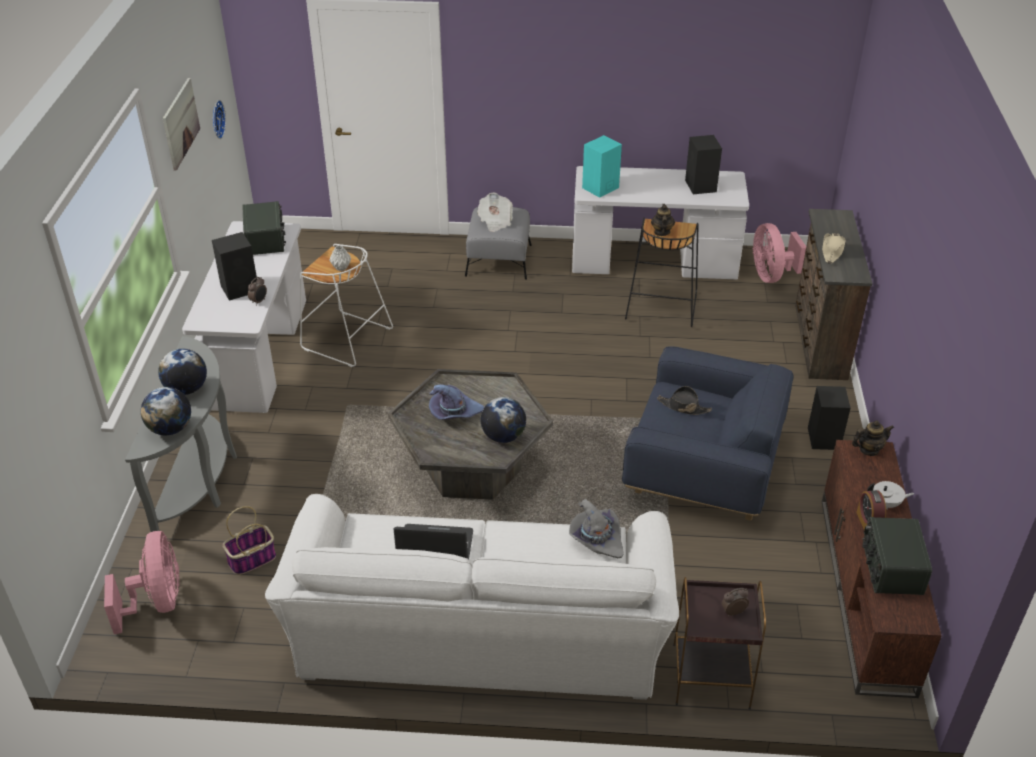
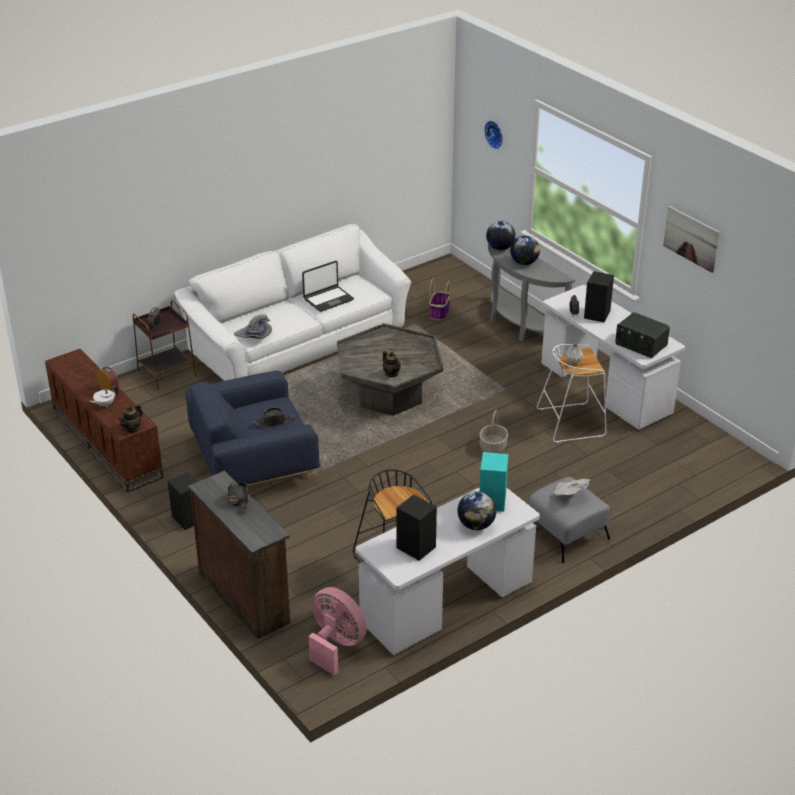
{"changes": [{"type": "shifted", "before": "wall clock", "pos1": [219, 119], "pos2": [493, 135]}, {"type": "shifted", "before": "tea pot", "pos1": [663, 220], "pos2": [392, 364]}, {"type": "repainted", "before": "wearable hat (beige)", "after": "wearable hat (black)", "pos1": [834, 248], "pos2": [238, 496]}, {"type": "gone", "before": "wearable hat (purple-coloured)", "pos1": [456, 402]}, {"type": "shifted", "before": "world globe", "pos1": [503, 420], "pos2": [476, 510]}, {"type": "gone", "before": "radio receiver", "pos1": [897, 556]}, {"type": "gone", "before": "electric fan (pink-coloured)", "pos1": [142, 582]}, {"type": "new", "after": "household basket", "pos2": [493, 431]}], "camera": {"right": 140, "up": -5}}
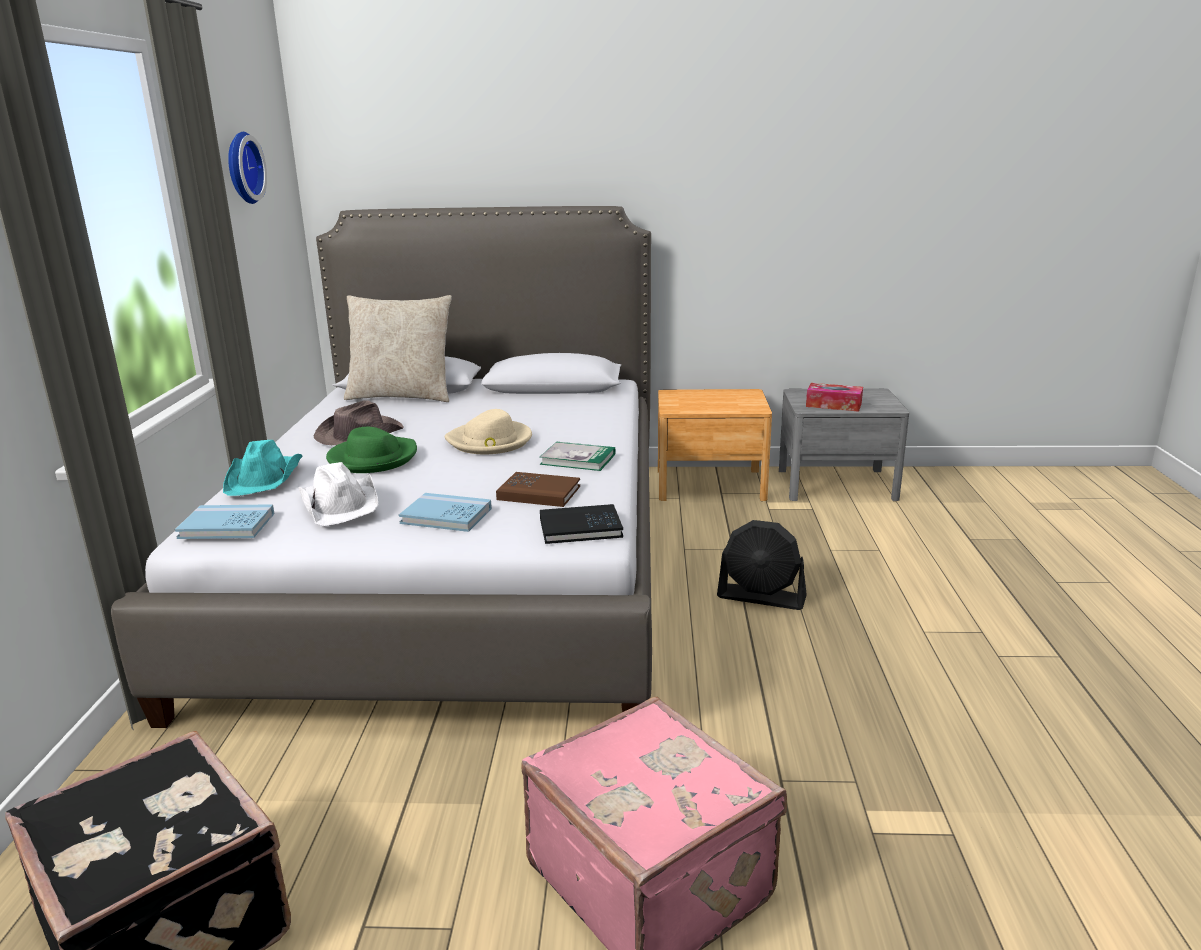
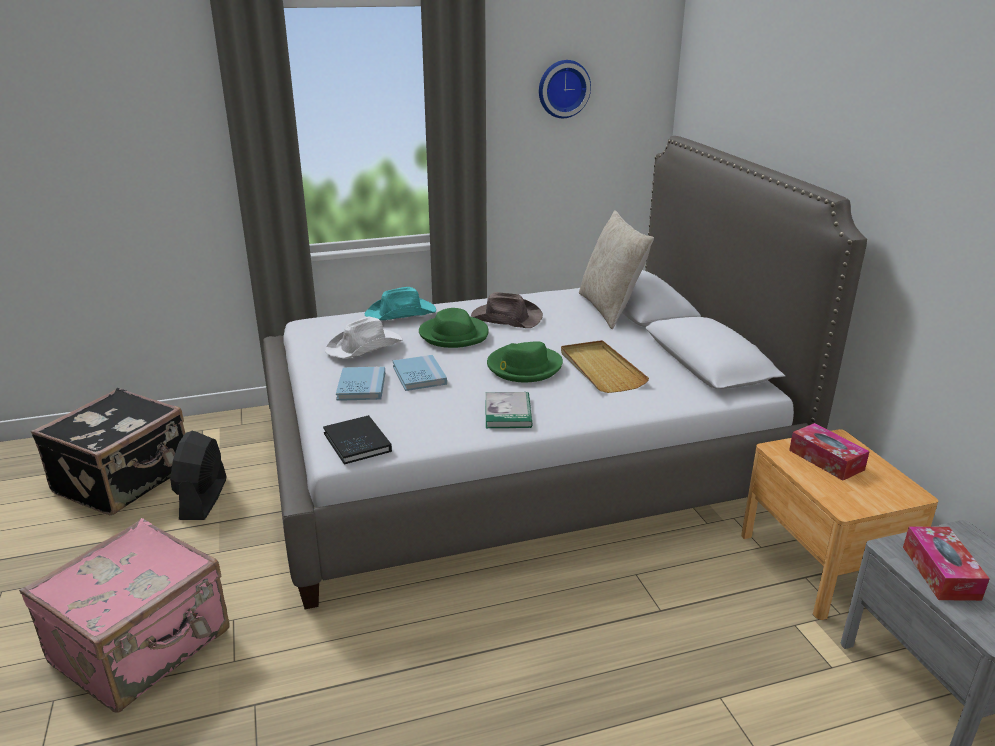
{"changes": [{"type": "repainted", "before": "wearable hat (beige)", "after": "wearable hat (greenish)", "pos1": [488, 431], "pos2": [525, 361]}, {"type": "gone", "before": "book (brownish)", "pos1": [538, 489]}, {"type": "shifted", "before": "book (bluish)", "pos1": [225, 521], "pos2": [420, 373]}, {"type": "shifted", "before": "electric fan (black)", "pos1": [762, 565], "pos2": [198, 475]}, {"type": "new", "after": "serving tray (beige)", "pos2": [605, 366]}, {"type": "new", "after": "tissue holder", "pos2": [829, 452]}], "camera": {"right": 70, "up": 5}}
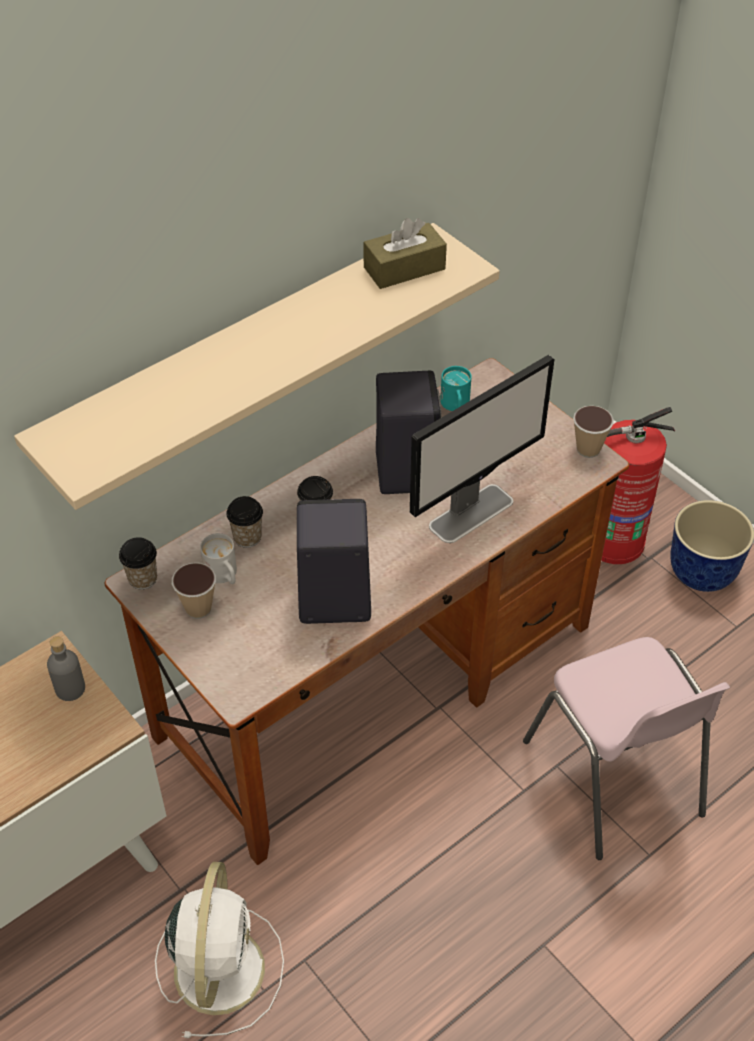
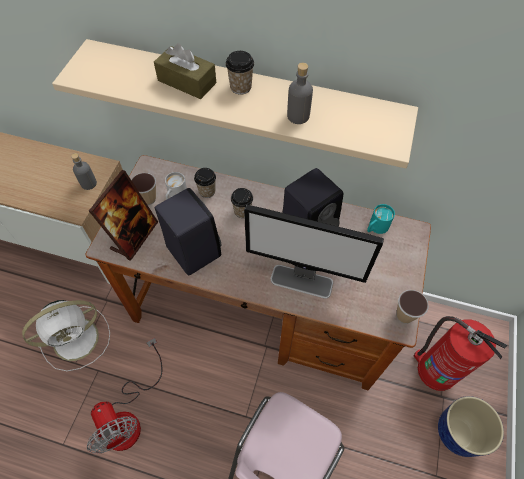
{"changes": [{"type": "shifted", "before": "tissue holder (brownish)", "pos1": [405, 253], "pos2": [185, 71]}, {"type": "shifted", "before": "small cup", "pos1": [138, 563], "pos2": [240, 73]}, {"type": "new", "after": "bottle (greyish)", "pos2": [300, 93]}, {"type": "new", "after": "photo frame", "pos2": [123, 215]}, {"type": "new", "after": "electric fan", "pos2": [125, 396]}], "camera": {"right": 55, "up": 10}}
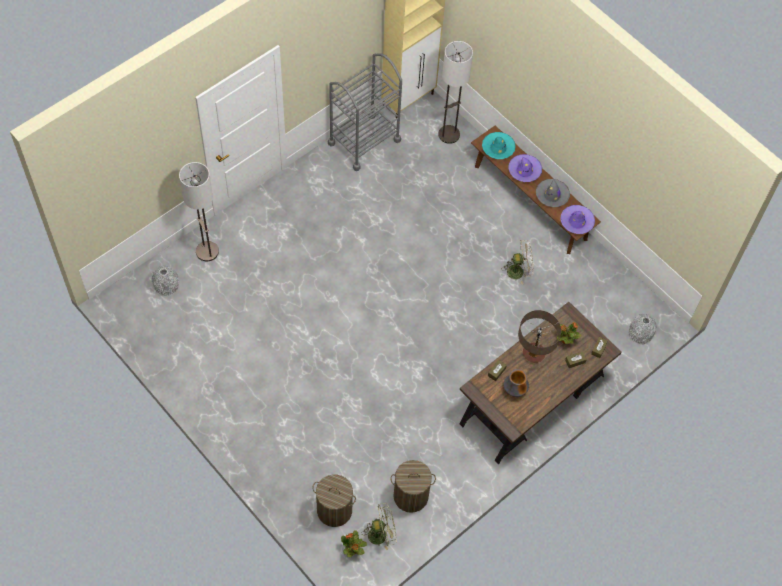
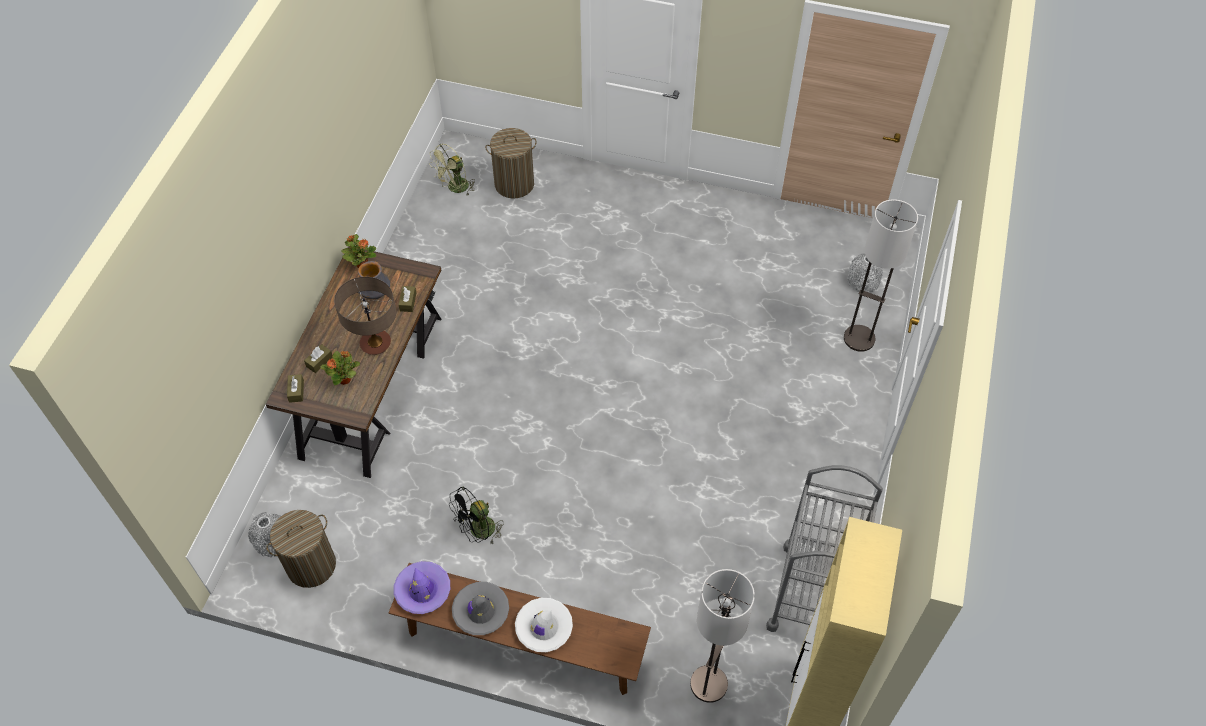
{"changes": [{"type": "gone", "before": "wearable hat (blue-green)", "pos1": [499, 145]}, {"type": "repainted", "before": "wearable hat (purple-coloured)", "after": "wearable hat (white)", "pos1": [525, 168], "pos2": [544, 625]}, {"type": "repainted", "before": "electric fan (beige)", "after": "electric fan (black)", "pos1": [519, 262], "pos2": [476, 516]}, {"type": "shifted", "before": "washing basket", "pos1": [413, 486], "pos2": [301, 549]}, {"type": "shifted", "before": "potted plant", "pos1": [354, 543], "pos2": [358, 251]}], "camera": {"right": 150, "up": -5}}
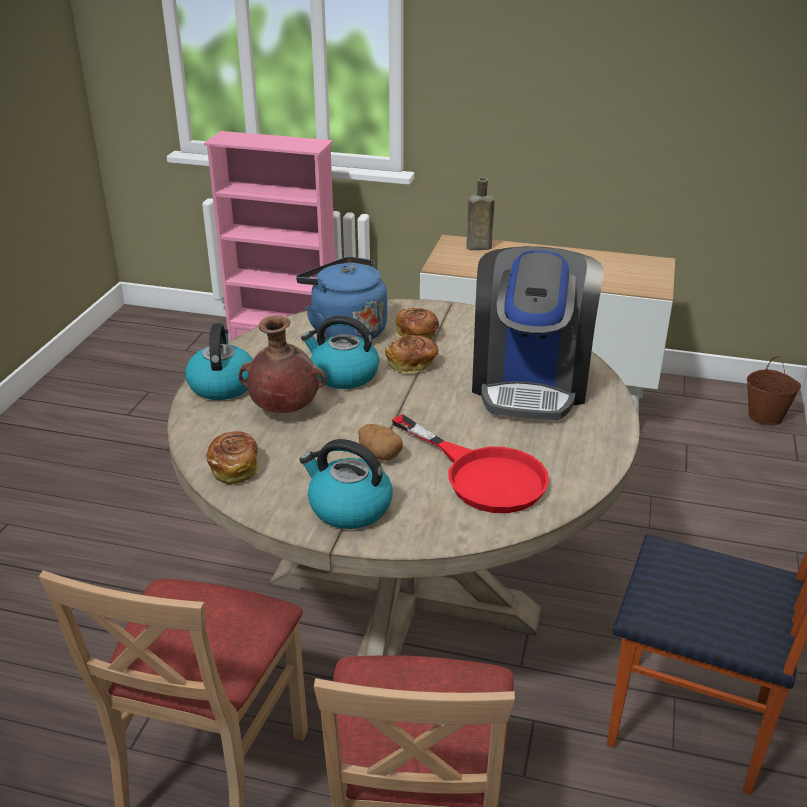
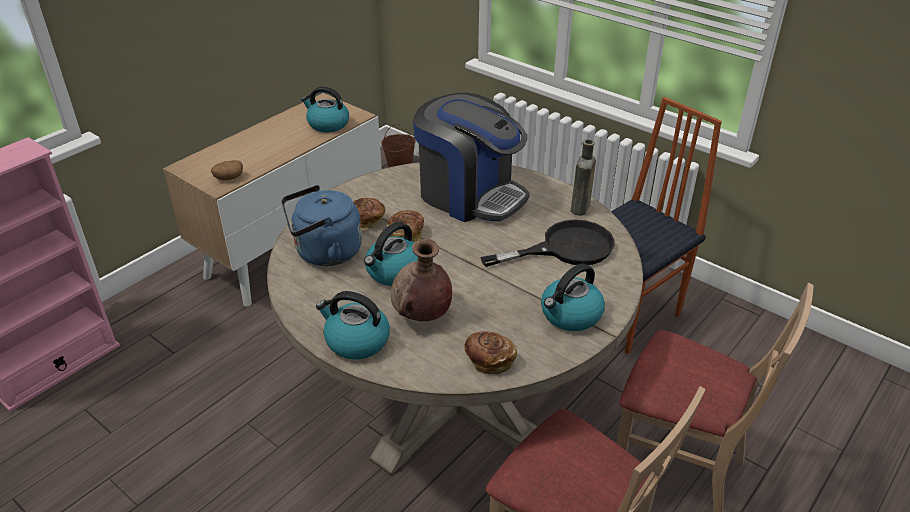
{"changes": [{"type": "shifted", "before": "bottle (brownish)", "pos1": [480, 213], "pos2": [583, 177]}, {"type": "repainted", "before": "pan (red-coloured)", "after": "pan (black)", "pos1": [470, 463], "pos2": [547, 243]}, {"type": "shifted", "before": "spud", "pos1": [380, 442], "pos2": [227, 170]}, {"type": "new", "after": "kettle", "pos2": [325, 109]}], "camera": {"right": -65, "up": 5}}
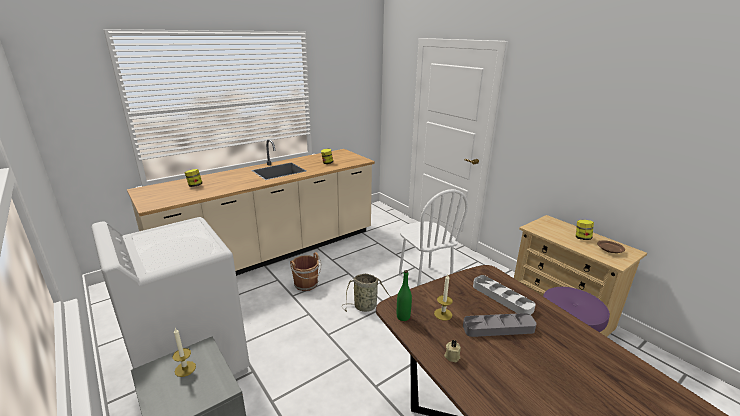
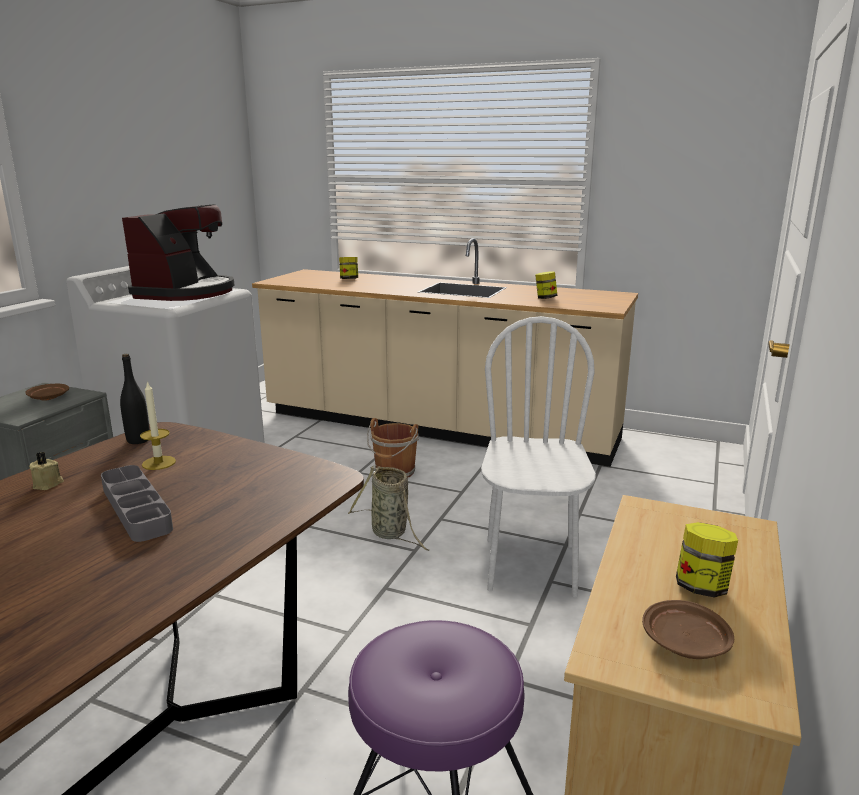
{"changes": [{"type": "rotated", "before": "upright chair (white)", "pos1": [433, 237], "pos2": [538, 456], "turn": 150}, {"type": "repainted", "before": "bottle (greenish)", "after": "bottle (black)", "pos1": [404, 295], "pos2": [135, 399]}, {"type": "gone", "before": "serving tray (greyish)", "pos1": [504, 295]}, {"type": "swapped", "before": "wax light", "after": "plate (brownish)", "pos1": [184, 352], "pos2": [47, 392]}, {"type": "new", "after": "coffee brewer", "pos2": [178, 252]}], "camera": {"right": 60, "up": -5}}
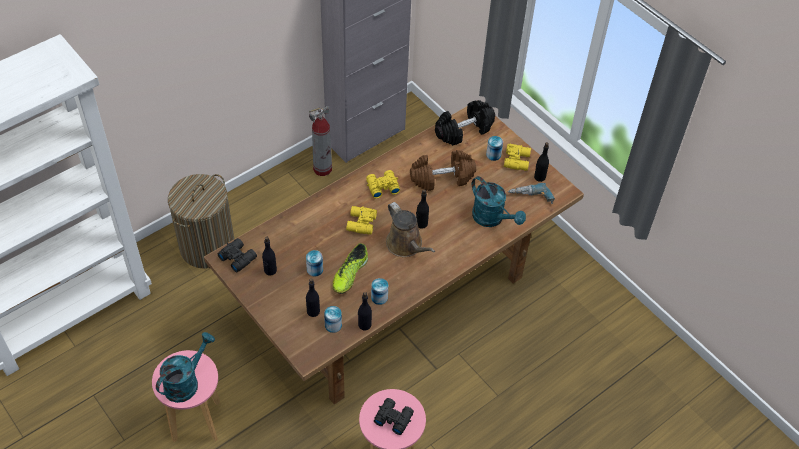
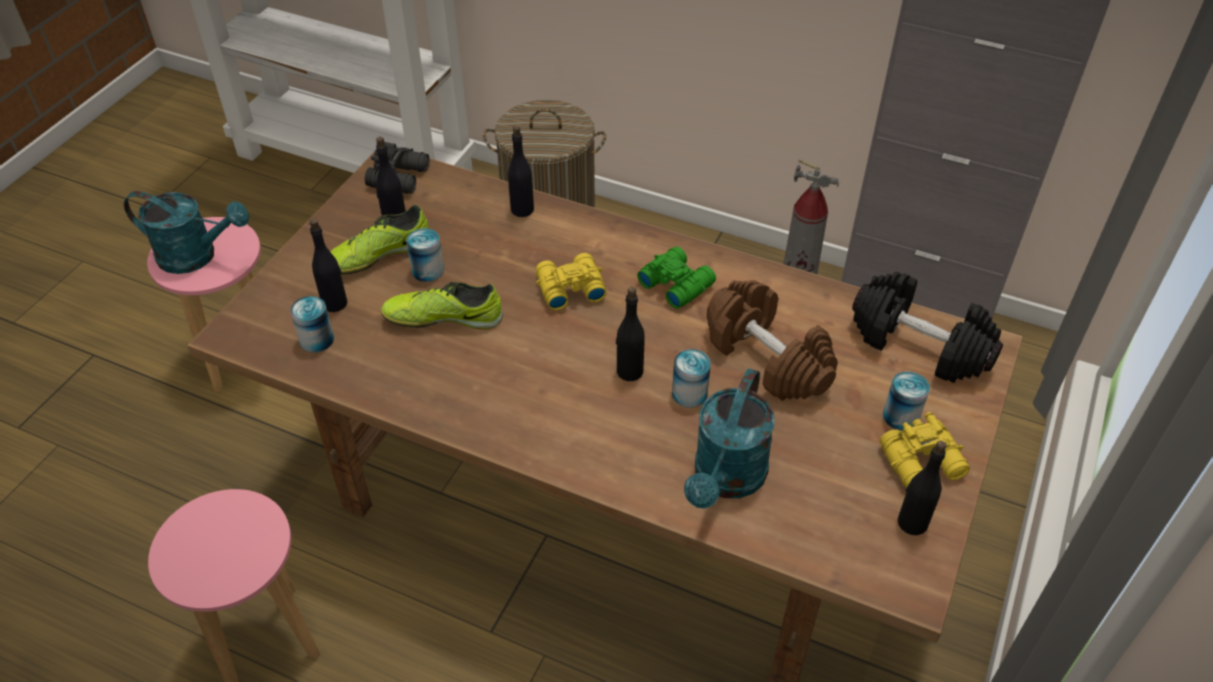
{"changes": [{"type": "repainted", "before": "binoculars (yellowish)", "after": "binoculars (greenish)", "pos1": [383, 184], "pos2": [676, 278]}, {"type": "gone", "before": "electric drill", "pos1": [531, 193]}, {"type": "gone", "before": "sprinkling can (brownish)", "pos1": [410, 229]}, {"type": "shifted", "before": "metal can", "pos1": [379, 291], "pos2": [691, 378]}, {"type": "shifted", "before": "bottle (black)", "pos1": [365, 311], "pos2": [521, 171]}, {"type": "gone", "before": "binoculars (black)", "pos1": [394, 416]}, {"type": "new", "after": "item of footwear", "pos2": [379, 239]}], "camera": {"right": 65, "up": -5}}
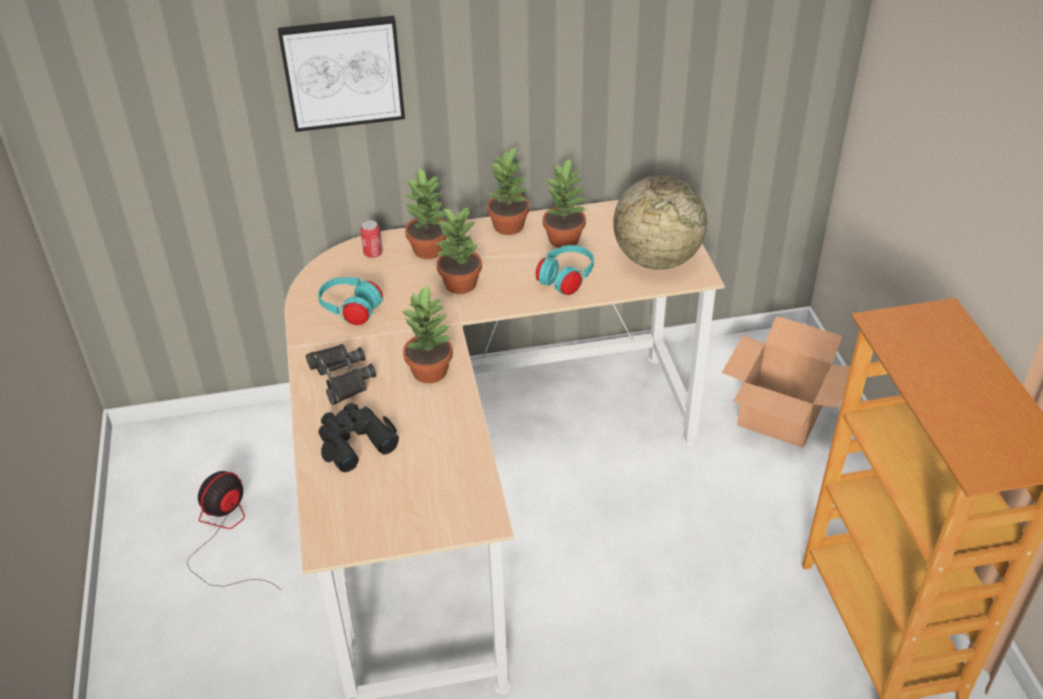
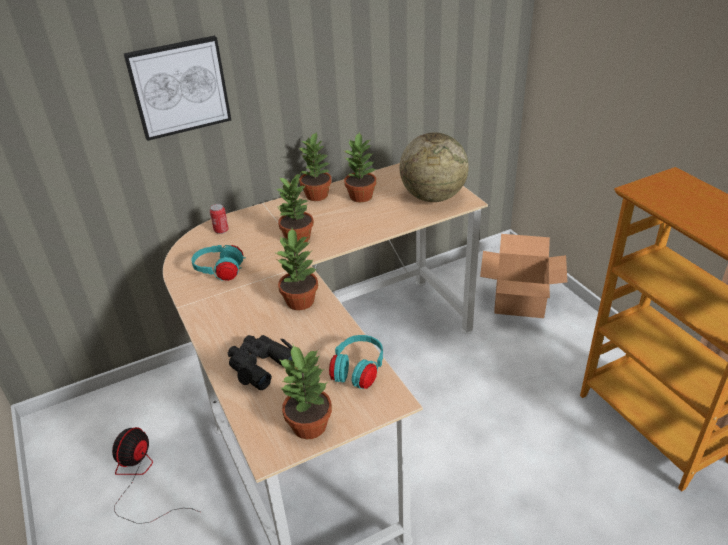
{"changes": [{"type": "shifted", "before": "potted plant", "pos1": [426, 213], "pos2": [305, 392]}, {"type": "shifted", "before": "headset (blue-green)", "pos1": [565, 270], "pos2": [356, 362]}, {"type": "gone", "before": "binoculars (black)", "pos1": [341, 374]}], "camera": {"right": -15, "up": -5}}
